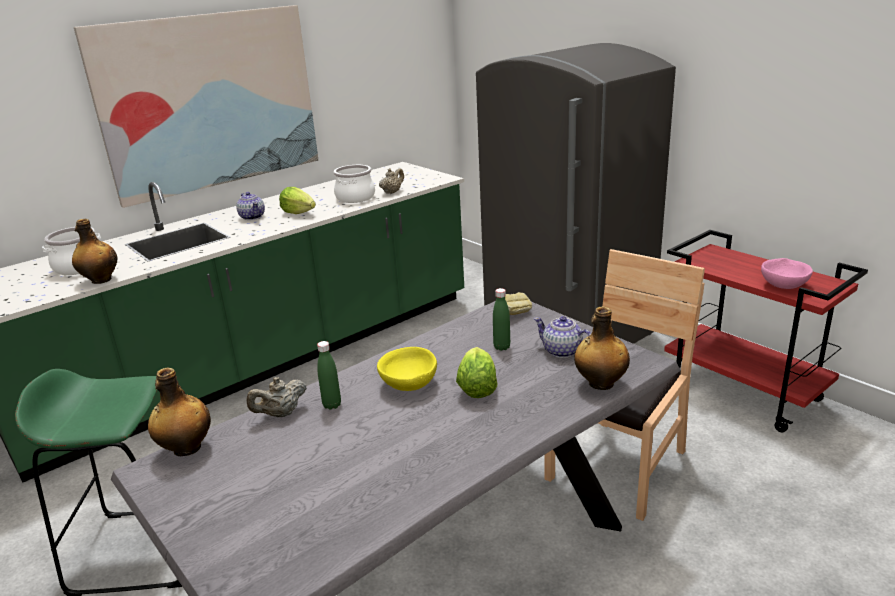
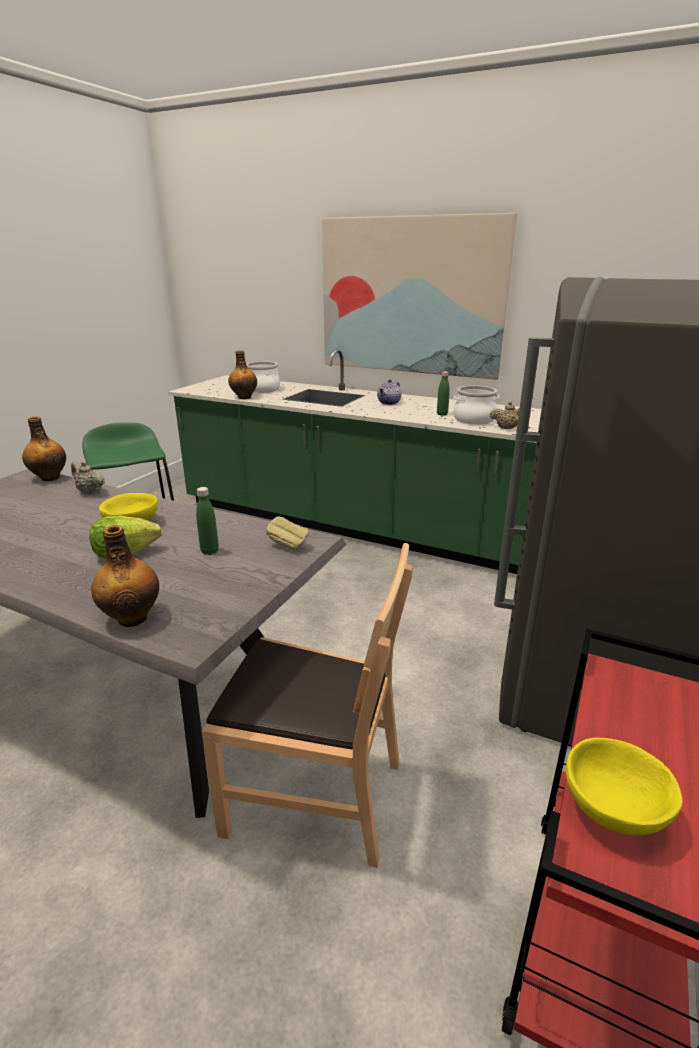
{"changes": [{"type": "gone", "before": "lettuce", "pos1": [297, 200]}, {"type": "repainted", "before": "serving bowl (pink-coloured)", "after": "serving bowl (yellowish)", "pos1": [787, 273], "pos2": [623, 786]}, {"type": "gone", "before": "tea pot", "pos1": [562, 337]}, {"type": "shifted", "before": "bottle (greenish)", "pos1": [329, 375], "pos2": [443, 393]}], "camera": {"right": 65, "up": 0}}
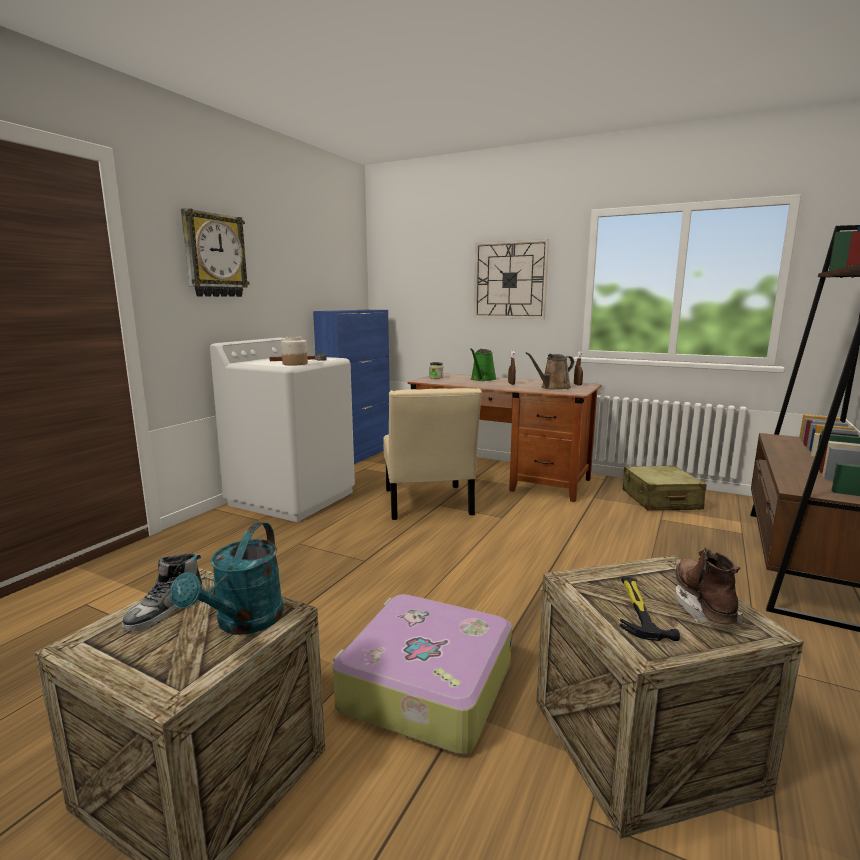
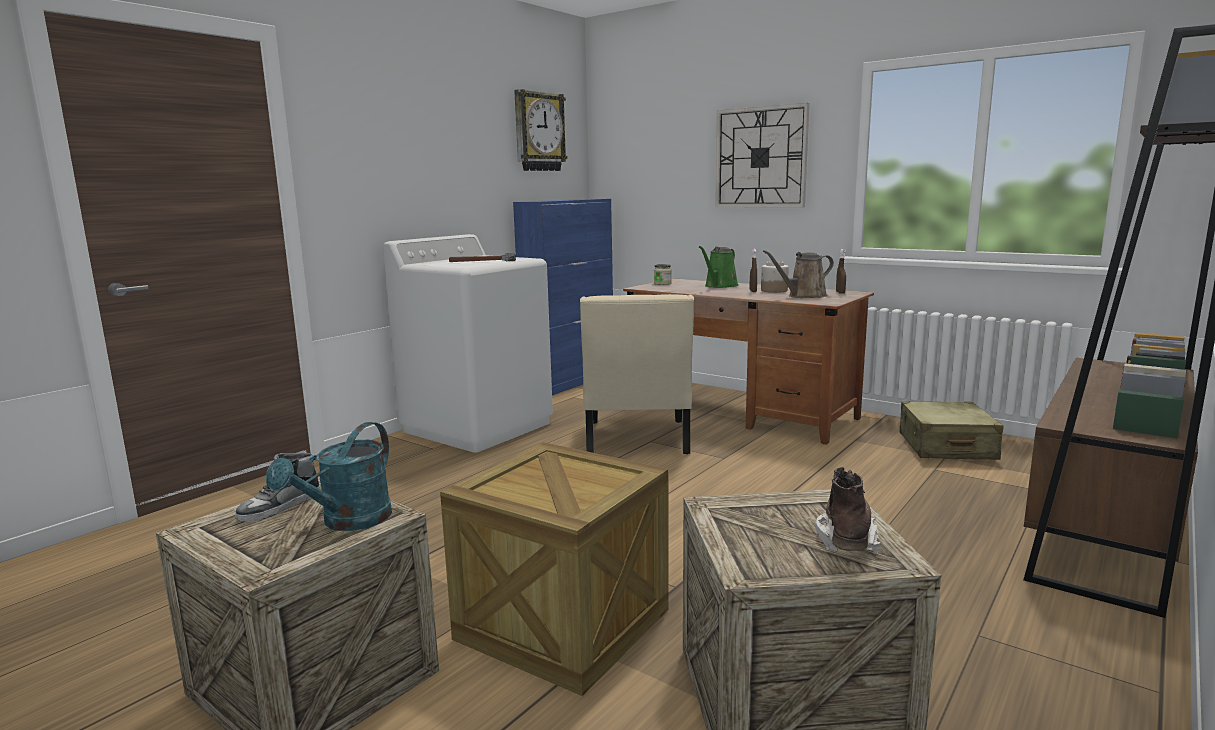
{"changes": [{"type": "shifted", "before": "wall clock", "pos1": [215, 252], "pos2": [541, 130]}, {"type": "shifted", "before": "jar", "pos1": [294, 351], "pos2": [775, 277]}, {"type": "gone", "before": "hand hammer", "pos1": [650, 609]}, {"type": "swapped", "before": "suitcase", "after": "shipping crate", "pos1": [422, 674], "pos2": [554, 569]}], "camera": {"right": 10, "up": 0}}
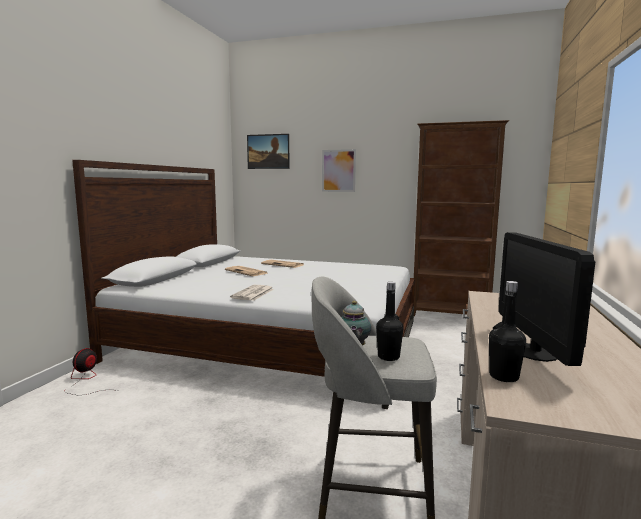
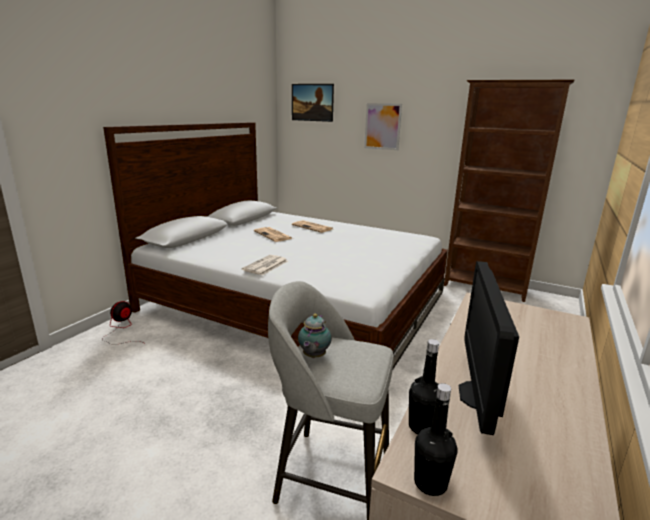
{"changes": [{"type": "shifted", "before": "bottle (black)", "pos1": [390, 321], "pos2": [436, 439]}], "camera": {"right": 10, "up": 10}}
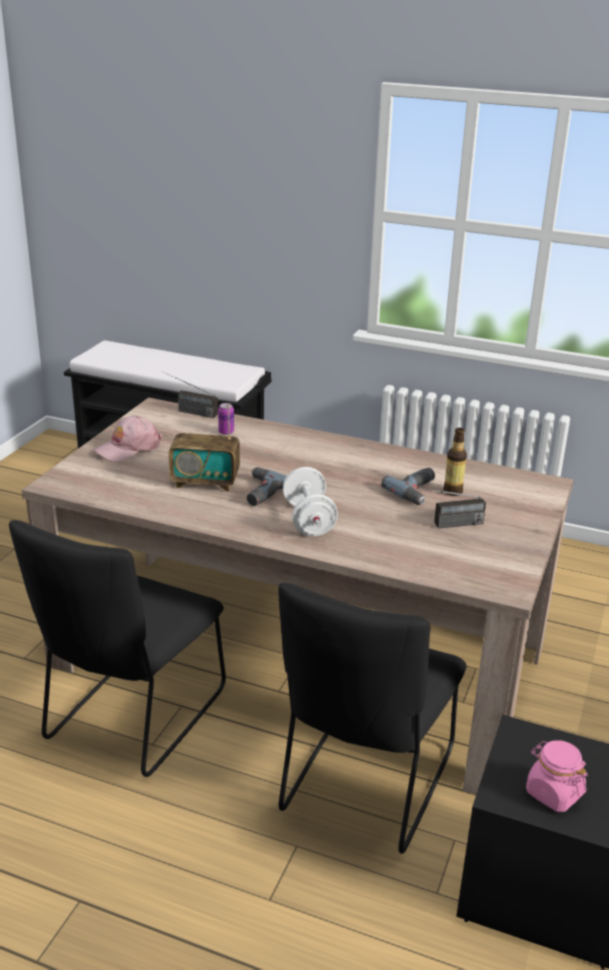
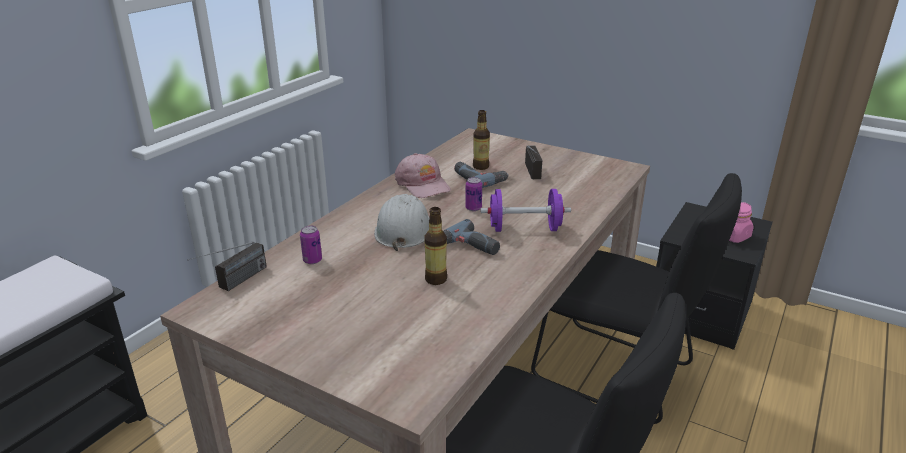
{"changes": [{"type": "swapped", "before": "radio receiver", "after": "bottle", "pos1": [204, 447], "pos2": [435, 246]}, {"type": "shifted", "before": "peaked cap (pink-coloured)", "pos1": [128, 439], "pos2": [423, 175]}, {"type": "repainted", "before": "dumbbell (white)", "after": "dumbbell (purple-coloured)", "pos1": [310, 501], "pos2": [526, 210]}, {"type": "new", "after": "metal can", "pos2": [473, 194]}, {"type": "new", "after": "hard hat (white)", "pos2": [401, 222]}], "camera": {"right": -80, "up": 0}}
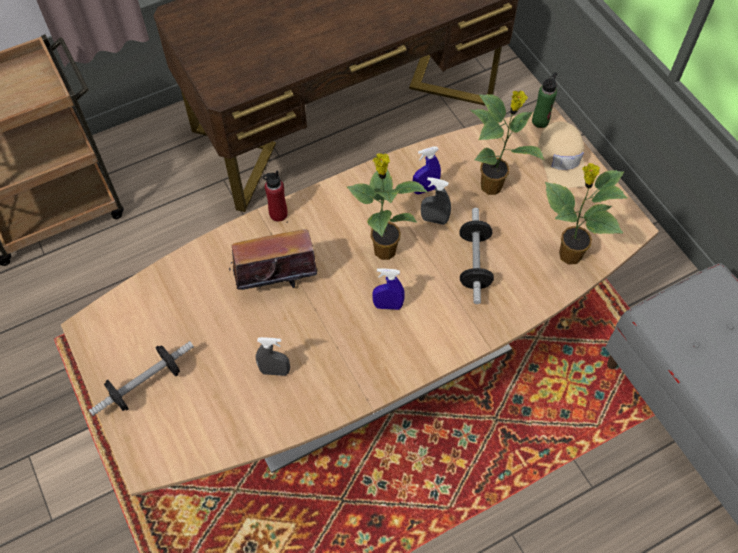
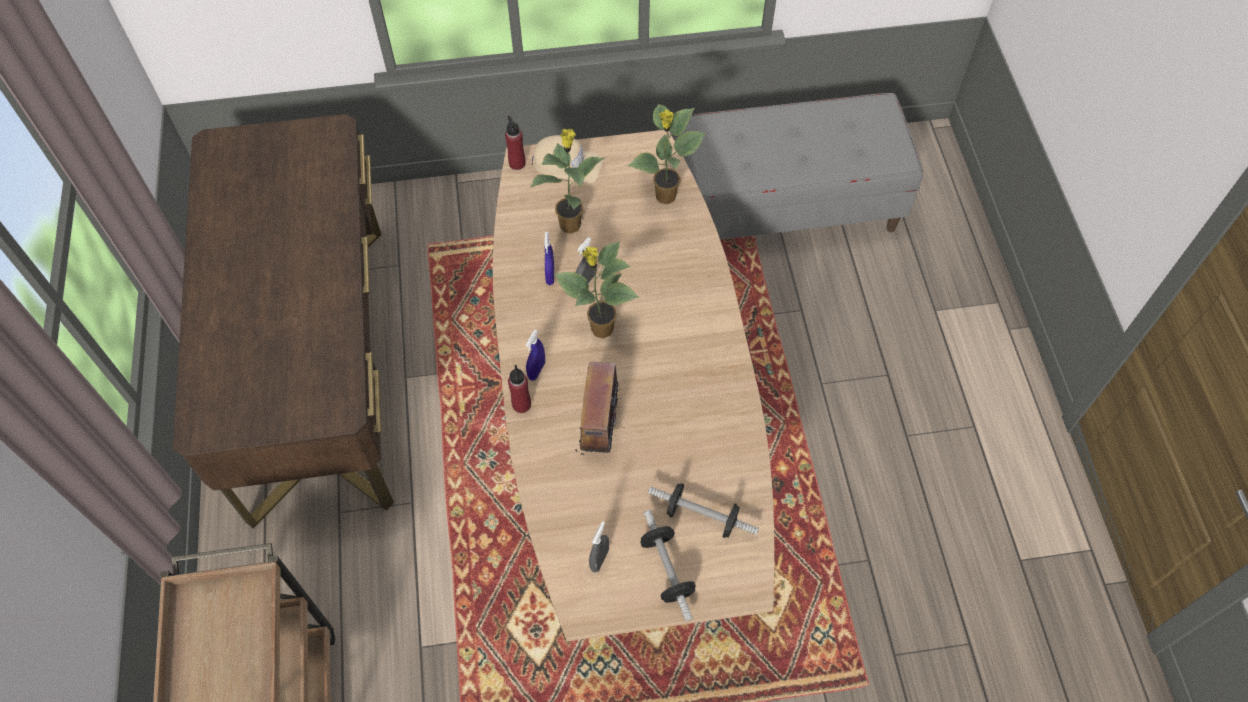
{"changes": [{"type": "repainted", "before": "bottle (greenish)", "after": "bottle (red-coloured)", "pos1": [544, 100], "pos2": [515, 143]}, {"type": "shifted", "before": "dumbbell", "pos1": [476, 256], "pos2": [703, 510]}, {"type": "shifted", "before": "spray bottle (bluish)", "pos1": [388, 289], "pos2": [535, 355]}, {"type": "shifted", "before": "spray bottle (greyish)", "pos1": [273, 356], "pos2": [599, 547]}], "camera": {"right": -70, "up": 0}}
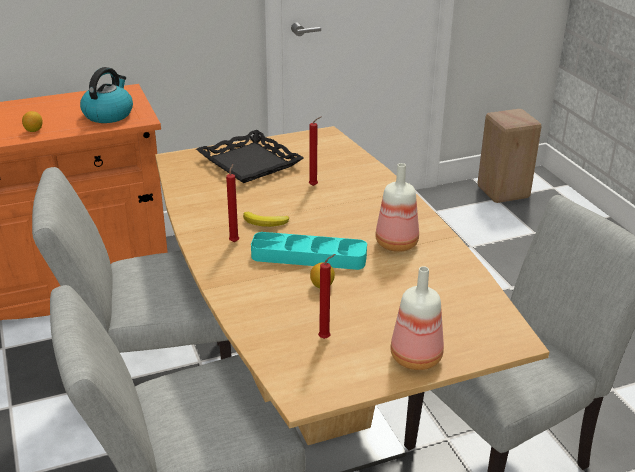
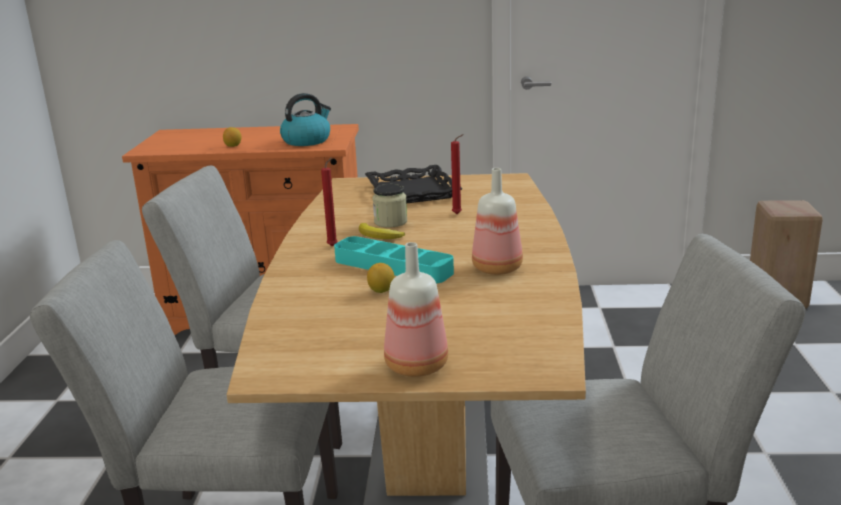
{"changes": [{"type": "gone", "before": "wax light (red-coloured)", "pos1": [326, 296]}, {"type": "new", "after": "jar", "pos2": [390, 206]}], "camera": {"right": 25, "up": -10}}
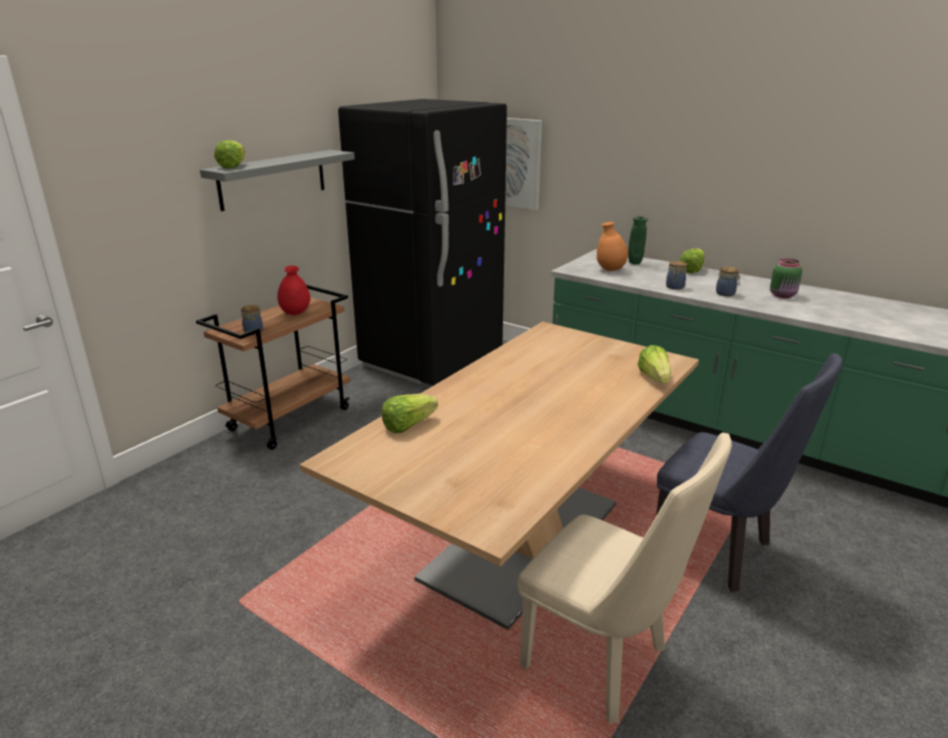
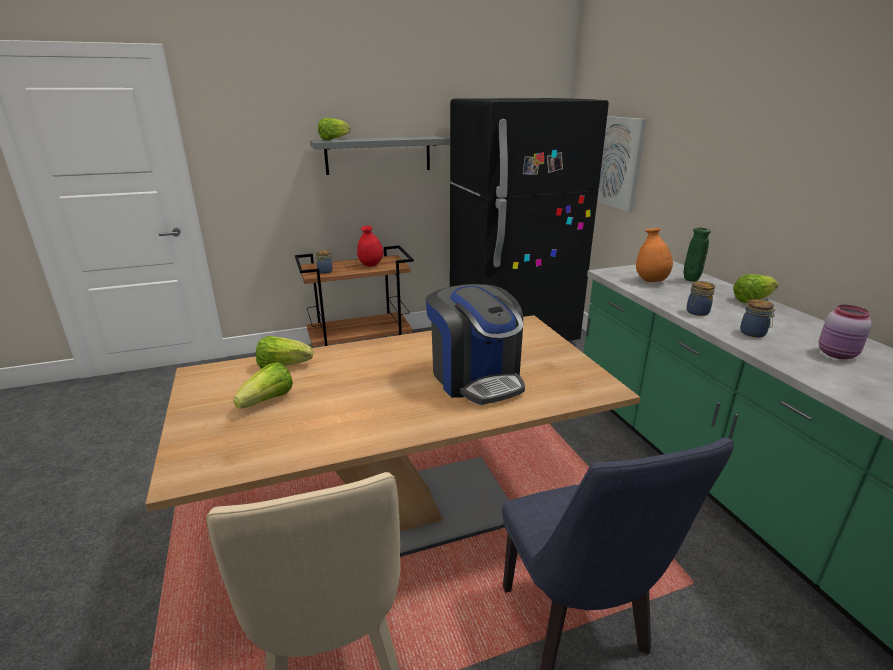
{"changes": [{"type": "repainted", "before": "jar (greenish)", "after": "jar (pink-coloured)", "pos1": [786, 278], "pos2": [845, 332]}, {"type": "shifted", "before": "lettuce", "pos1": [654, 364], "pos2": [263, 385]}, {"type": "new", "after": "coffee brewer", "pos2": [475, 344]}], "camera": {"right": 35, "up": 0}}
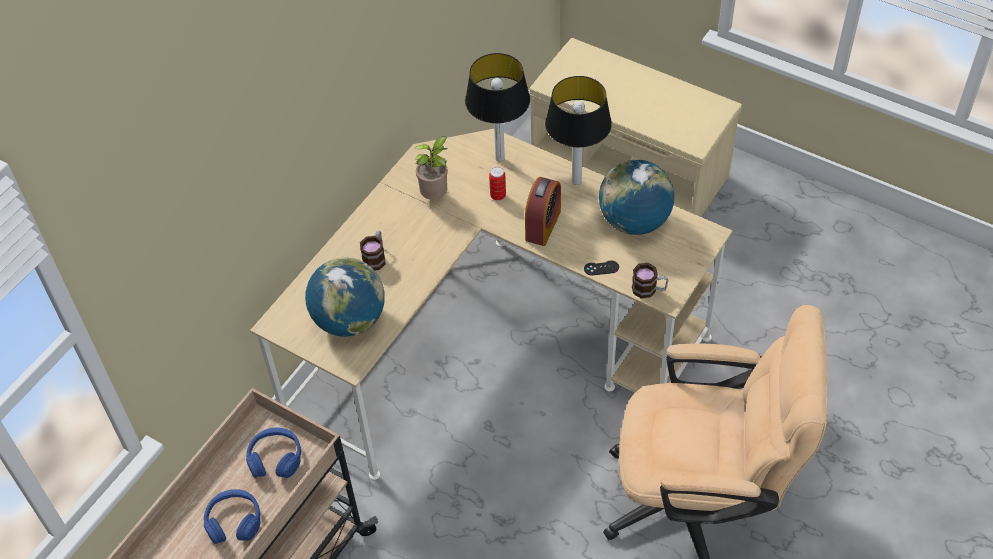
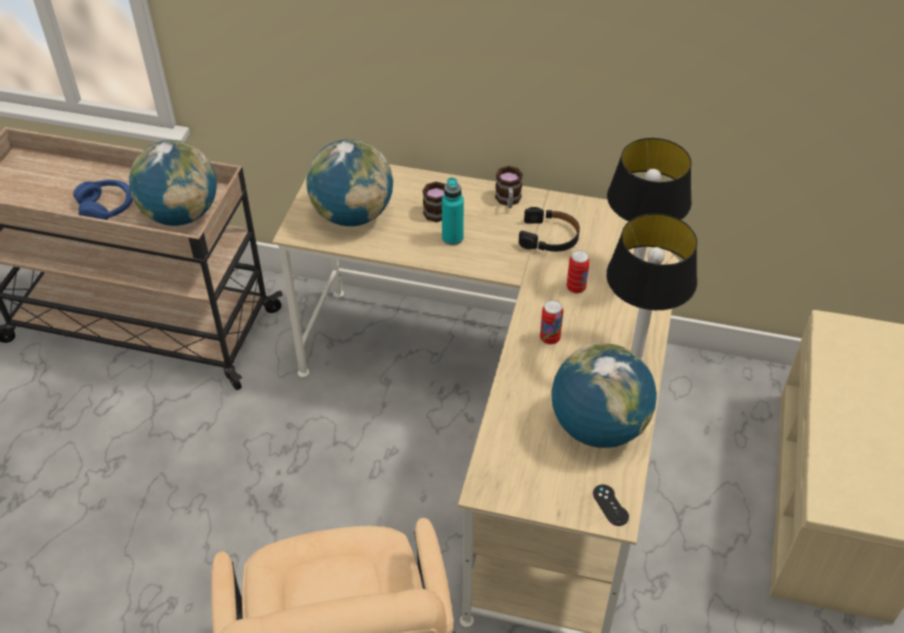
{"changes": [{"type": "swapped", "before": "potted plant", "after": "headset (black)", "pos1": [431, 168], "pos2": [549, 229]}, {"type": "swapped", "before": "bedside clock", "after": "metal can", "pos1": [543, 211], "pos2": [551, 322]}, {"type": "shifted", "before": "joypad (black)", "pos1": [601, 268], "pos2": [611, 505]}, {"type": "shifted", "before": "mug", "pos1": [650, 281], "pos2": [509, 187]}, {"type": "swapped", "before": "headset (bluish)", "after": "world globe", "pos1": [273, 453], "pos2": [173, 183]}, {"type": "new", "after": "bottle (blue-green)", "pos2": [453, 211]}], "camera": {"right": 70, "up": -5}}
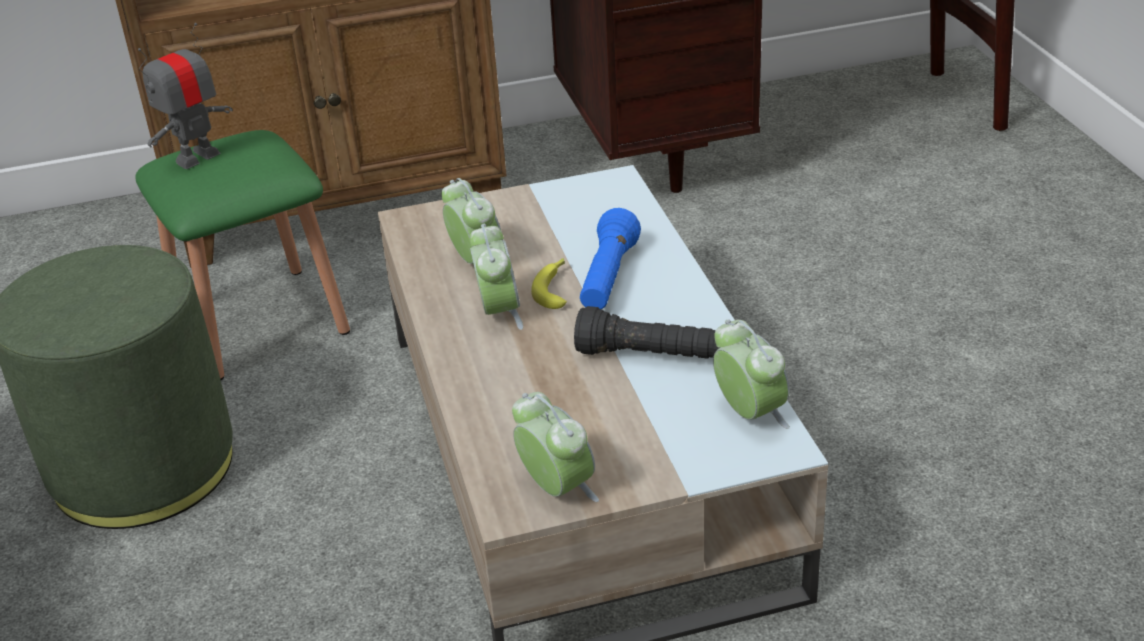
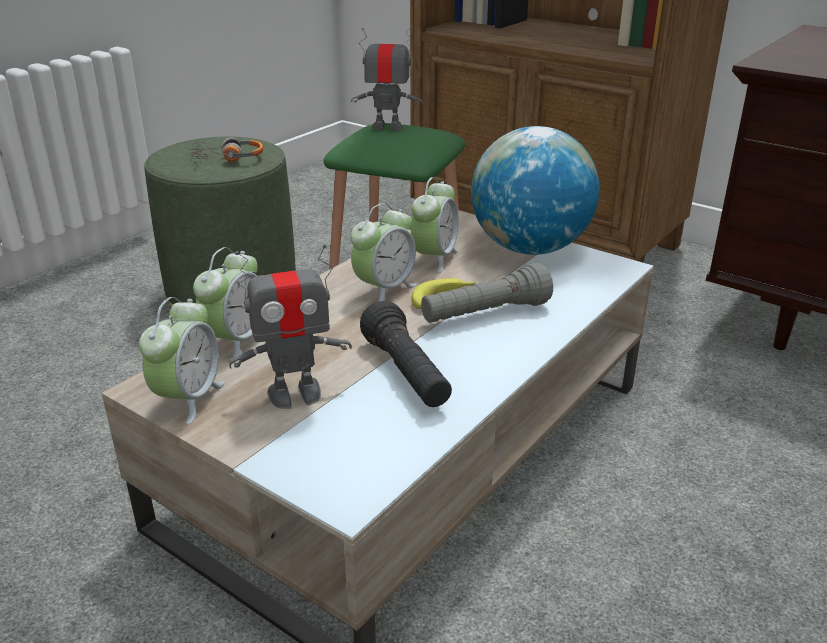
{"changes": [{"type": "repainted", "before": "hand torch (bluish)", "after": "hand torch (greyish)", "pos1": [610, 259], "pos2": [487, 293]}, {"type": "shifted", "before": "bedside clock", "pos1": [751, 374], "pos2": [225, 302]}, {"type": "new", "after": "world globe", "pos2": [535, 190]}, {"type": "new", "after": "headset", "pos2": [226, 149]}, {"type": "new", "after": "robot figure", "pos2": [290, 326]}], "camera": {"right": 50, "up": -5}}
